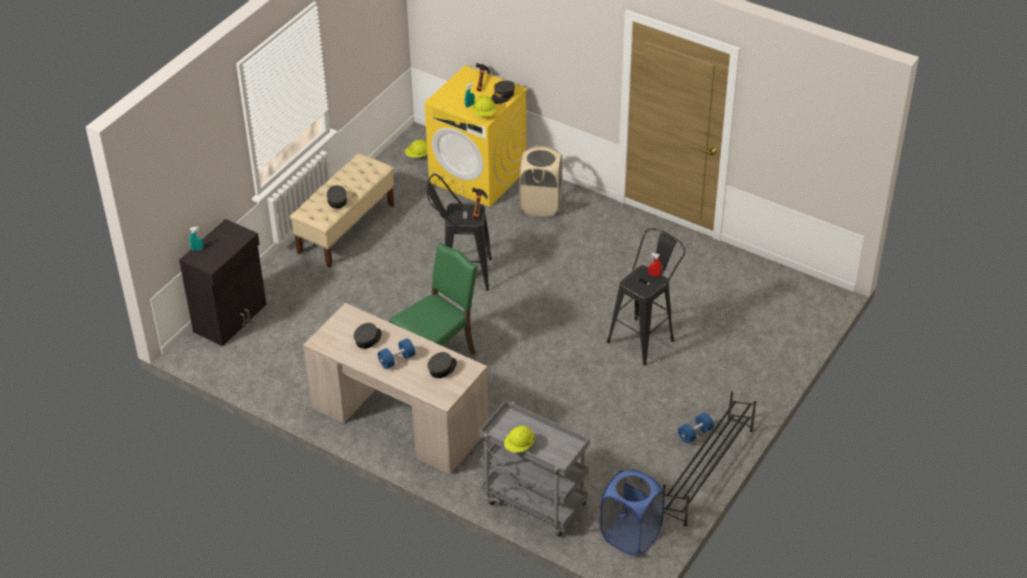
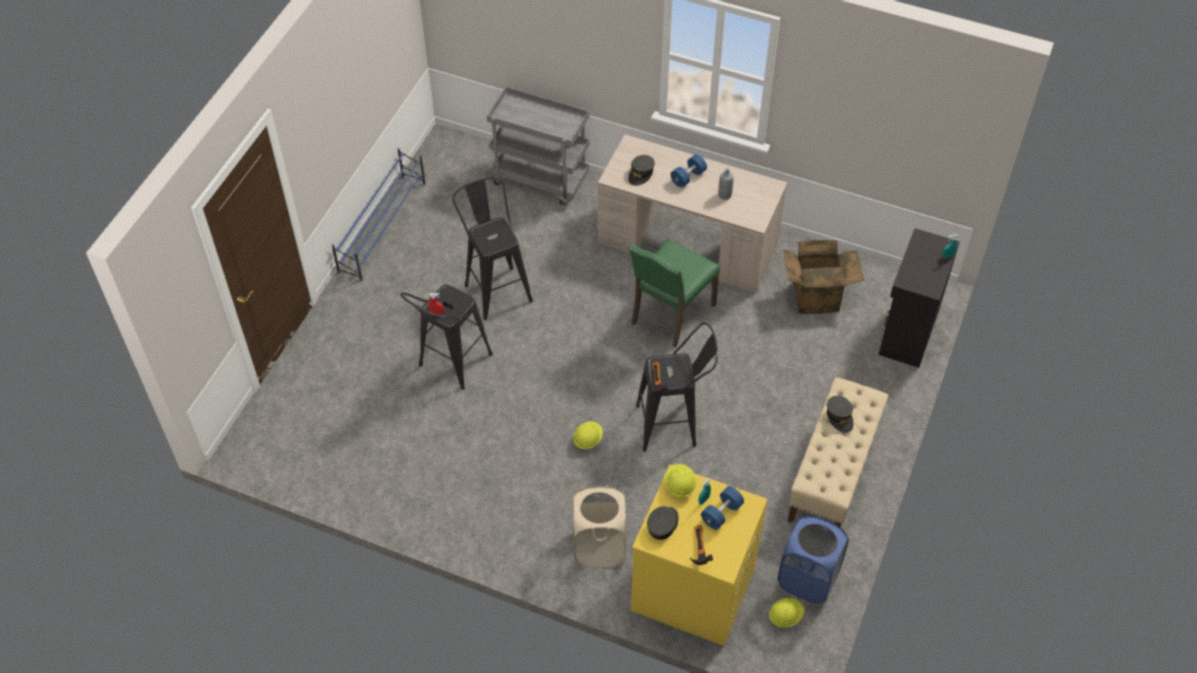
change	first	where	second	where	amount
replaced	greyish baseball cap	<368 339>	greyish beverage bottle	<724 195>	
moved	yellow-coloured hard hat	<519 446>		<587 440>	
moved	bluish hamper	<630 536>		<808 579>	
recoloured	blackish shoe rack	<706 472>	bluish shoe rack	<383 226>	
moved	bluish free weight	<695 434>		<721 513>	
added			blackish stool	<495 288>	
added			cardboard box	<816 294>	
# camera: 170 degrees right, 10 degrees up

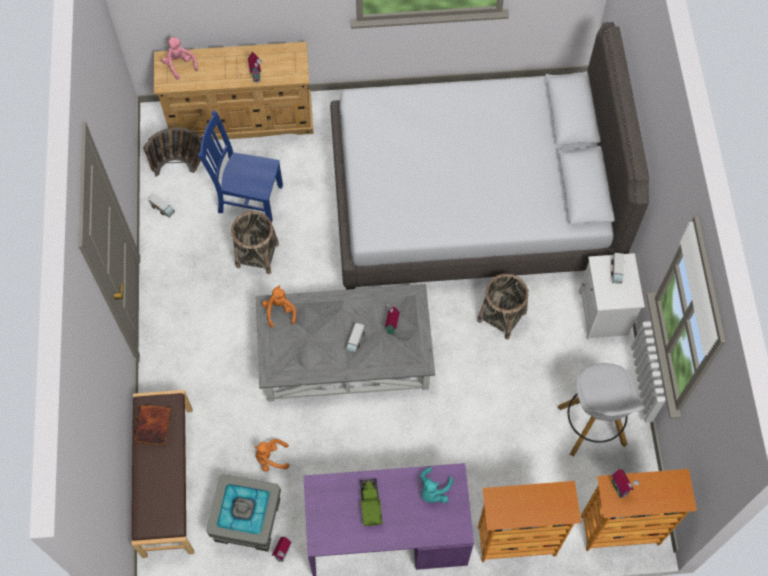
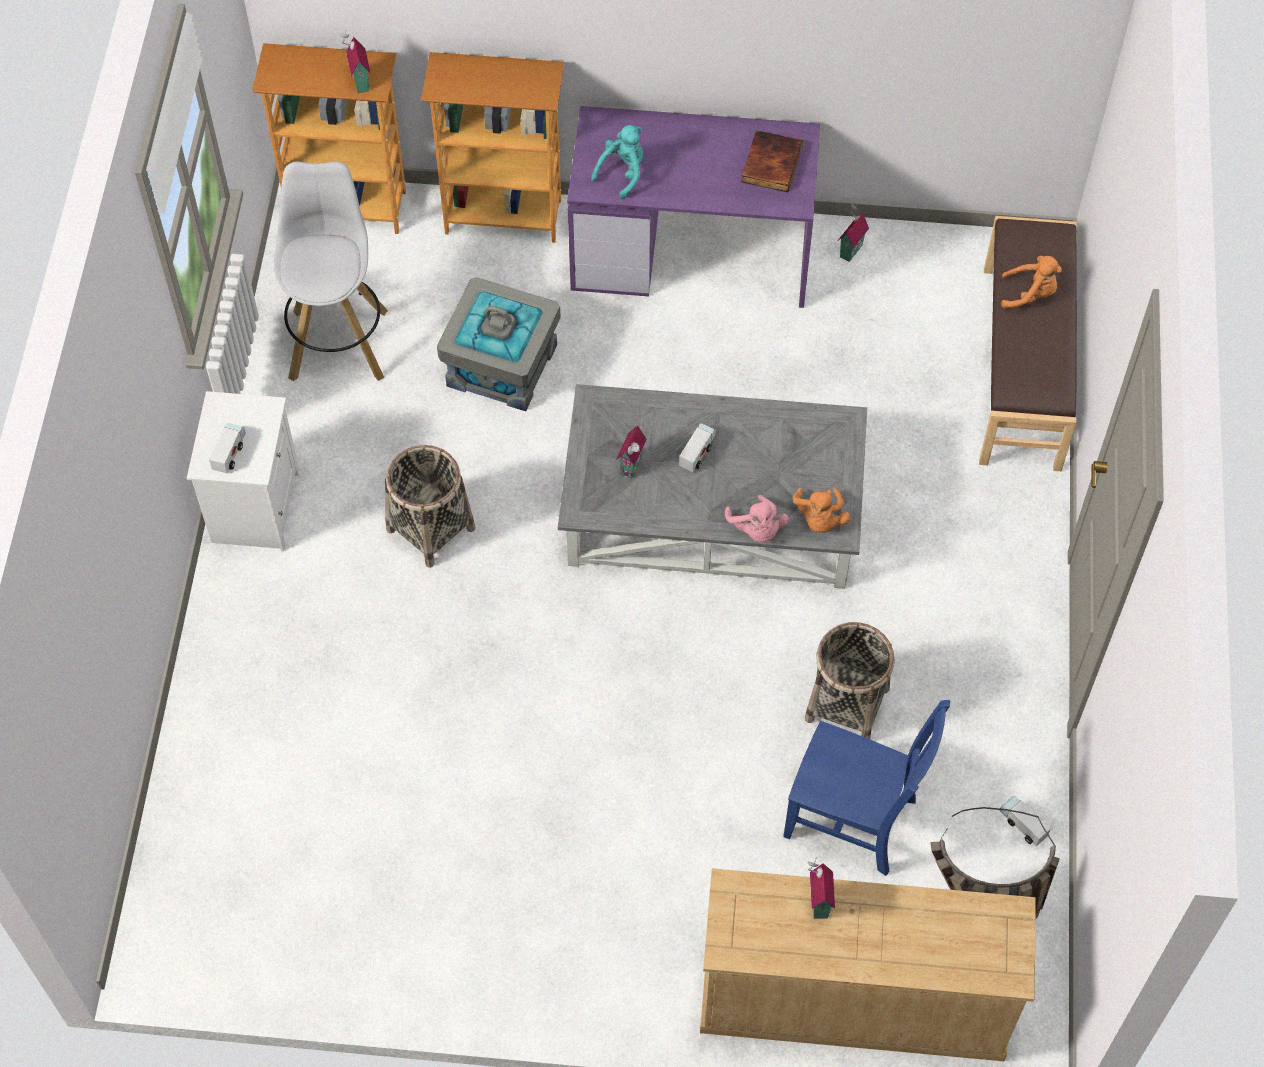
change	first	where	second	where	amount
moved	volume	<154 426>		<770 163>	
moved	pinkish cuddly toy	<179 64>		<757 530>	
moved	greyish storage bin	<247 520>		<502 365>	
moved	orange cuddly toy	<271 458>		<1030 294>	
removed	greyish bed	<472 200>			
removed	model truck	<370 504>			
# camera: 170 degrees left, 5 degrees down

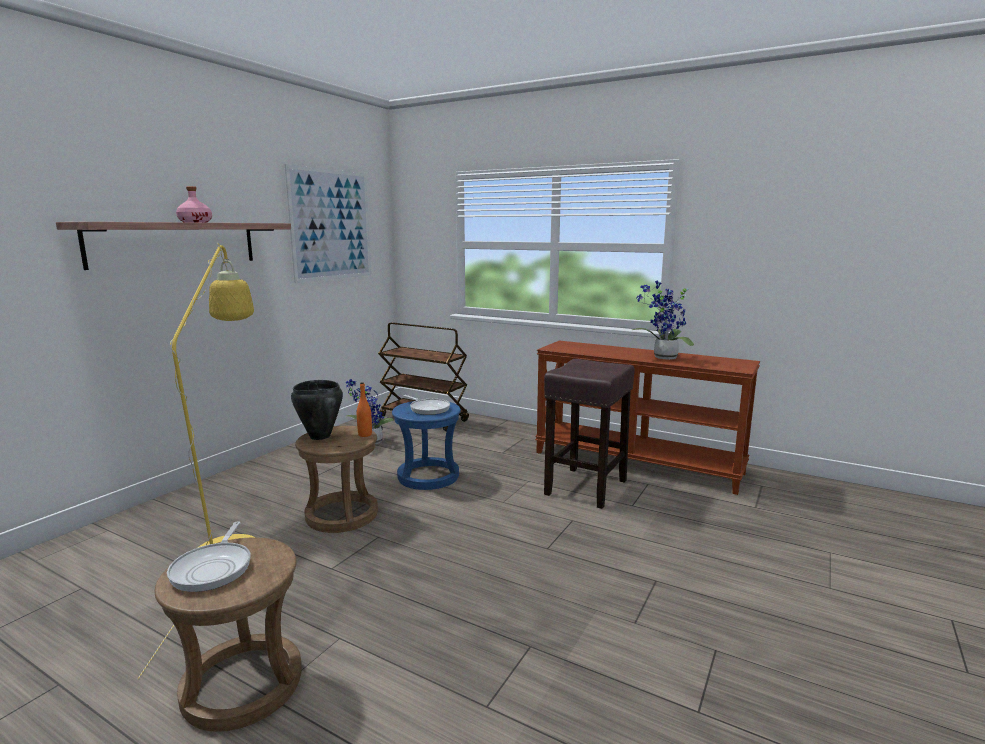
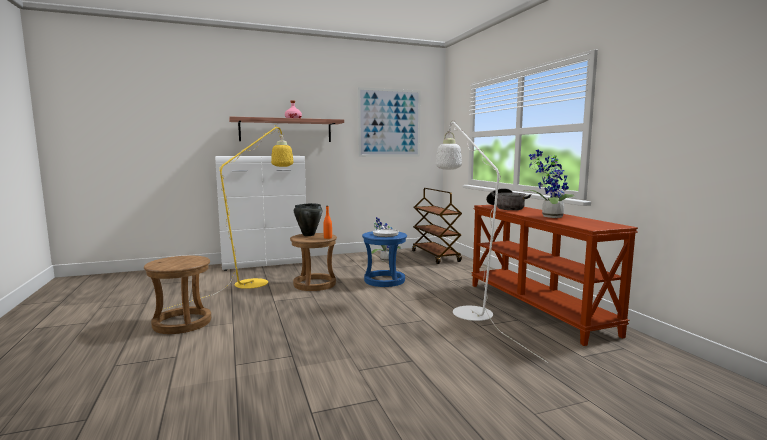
change	first	where	second	where	amount
removed	frying pan	<214 568>			
replaced	brown-coloured stool	<585 488>	whitish standard lamp	<466 309>	
added			whitish cabinet	<265 264>	
added			cooking pot	<506 208>	
# camera: 40 degrees right, 5 degrees down

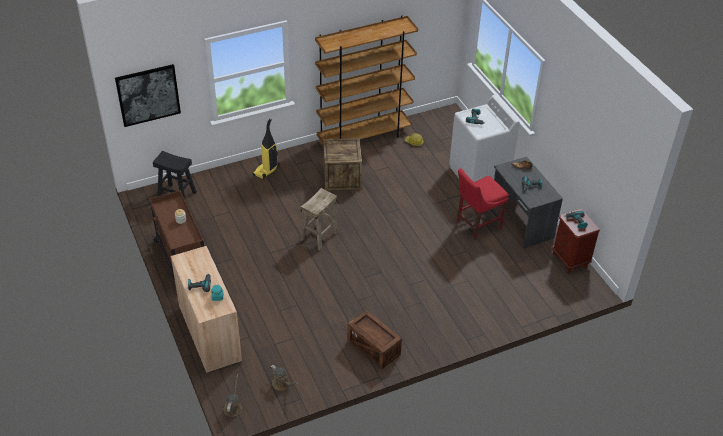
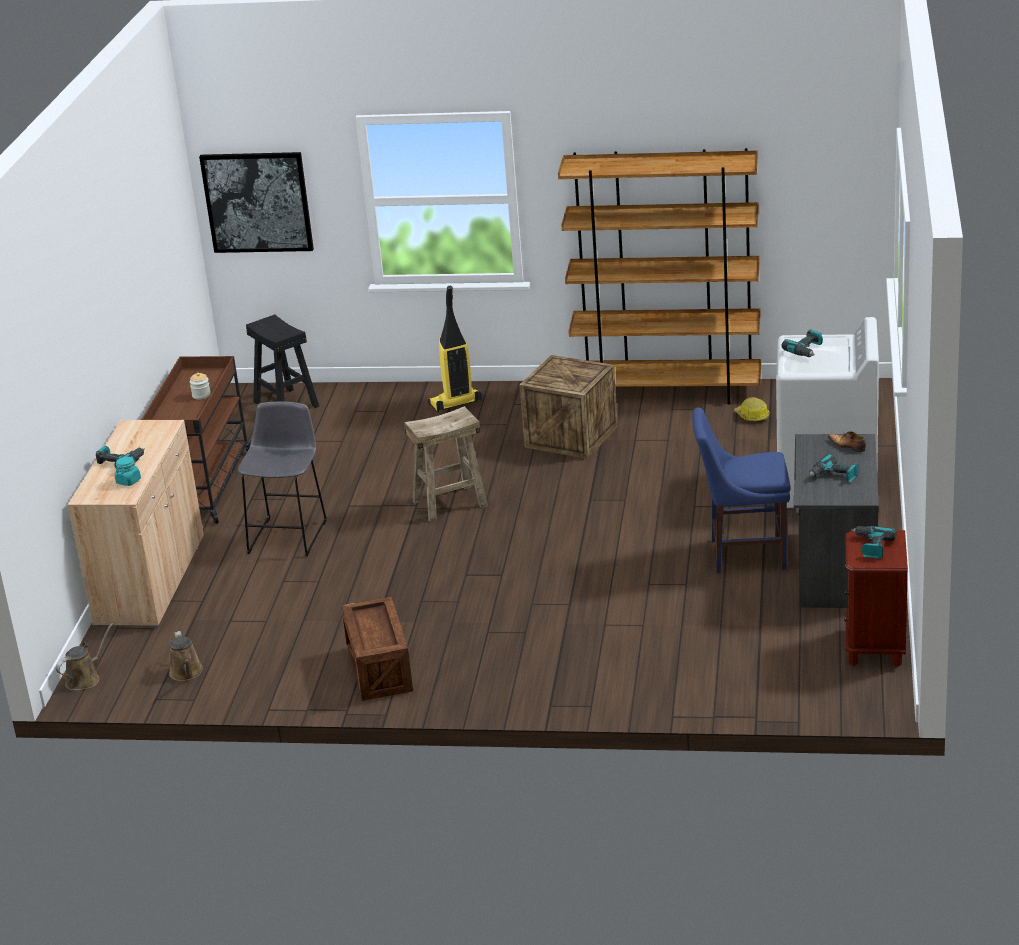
change	first	where	second	where	amount
recoloured	reddish chair	<476 225>	bluish chair	<743 554>	
added			greyish stool	<289 534>	
# camera: 35 degrees right, 15 degrees down

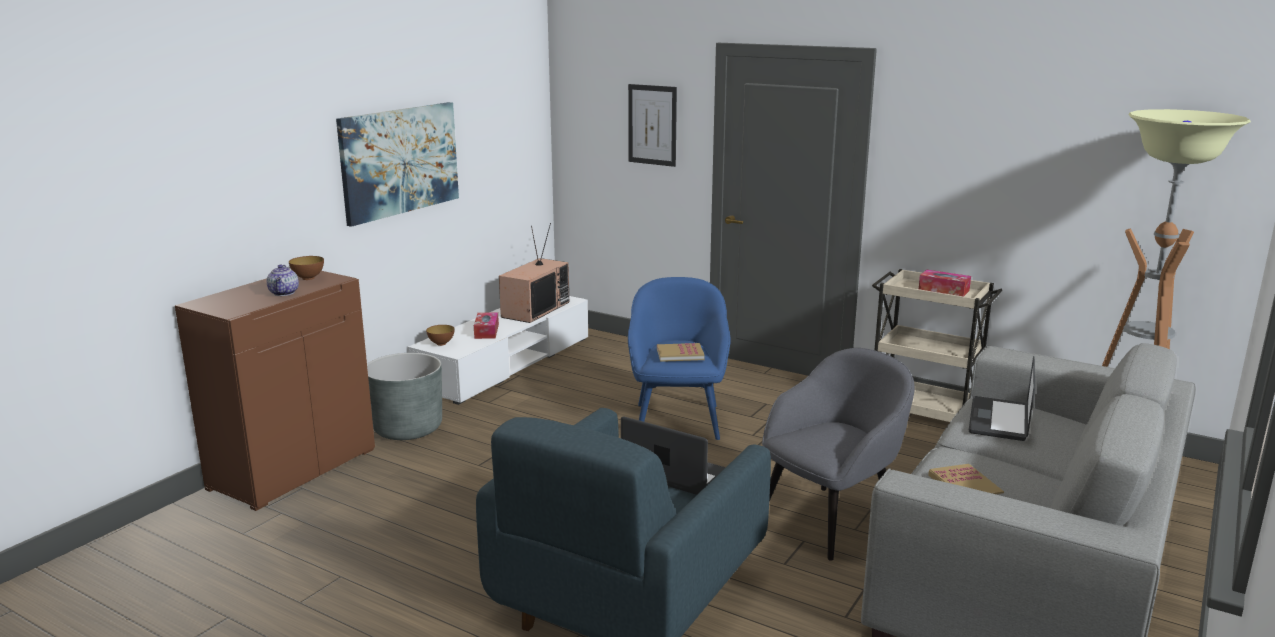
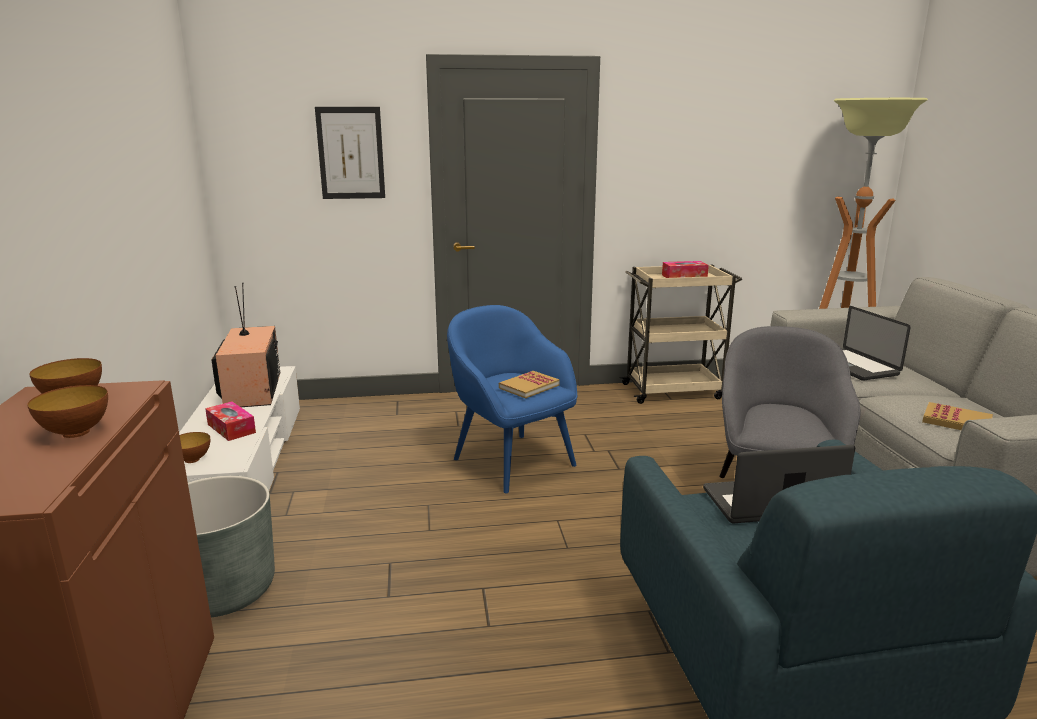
change	first	where	second	where	amount
replaced	tea pot	<284 293>	bowl	<76 432>	
removed	picture	<400 161>			
# camera: 40 degrees left, 0 degrees up

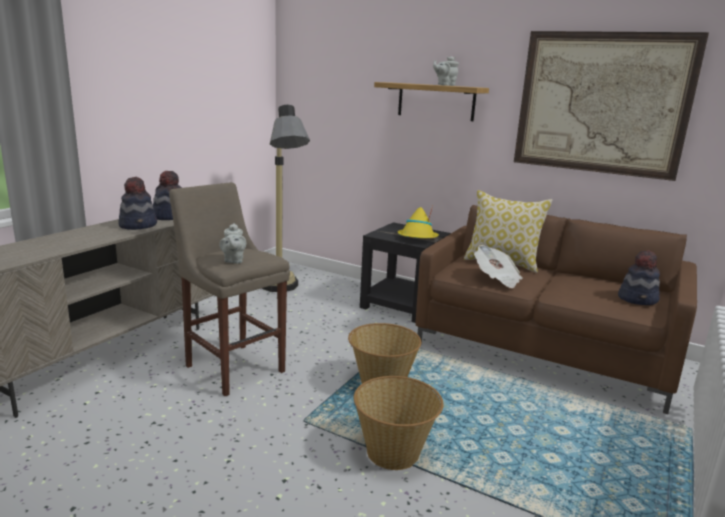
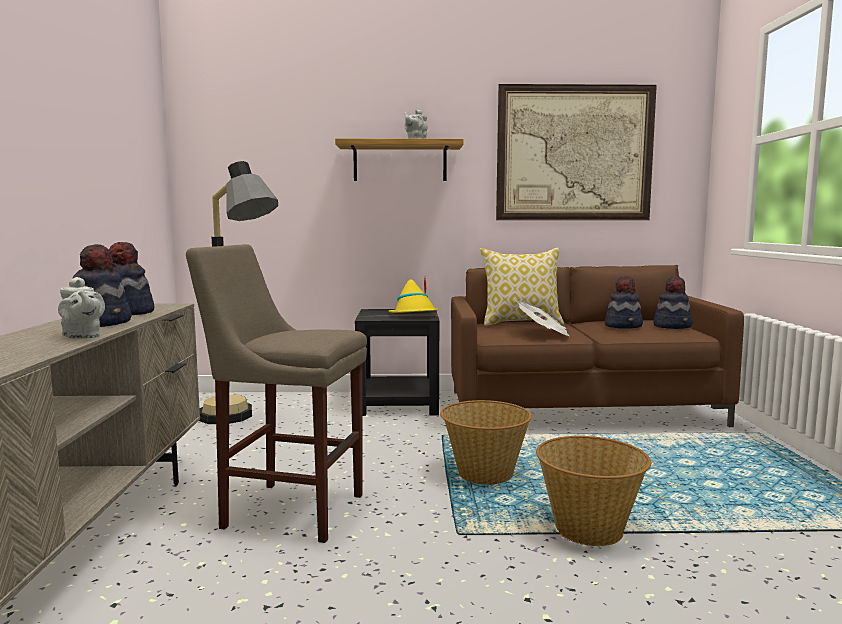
change	first	where	second	where	amount
moved	greyish tea pot	<233 260>		<82 337>	
added			clothing hat	<623 326>	
# camera: 30 degrees left, 10 degrees down

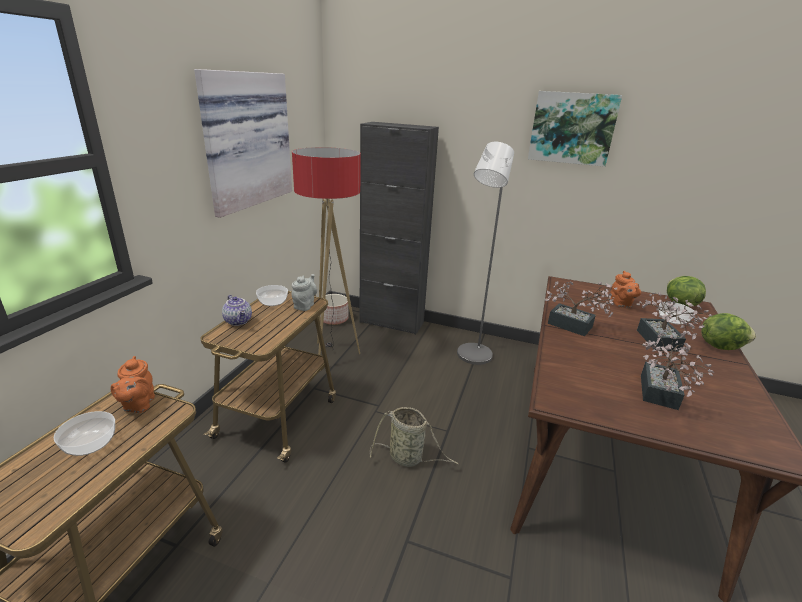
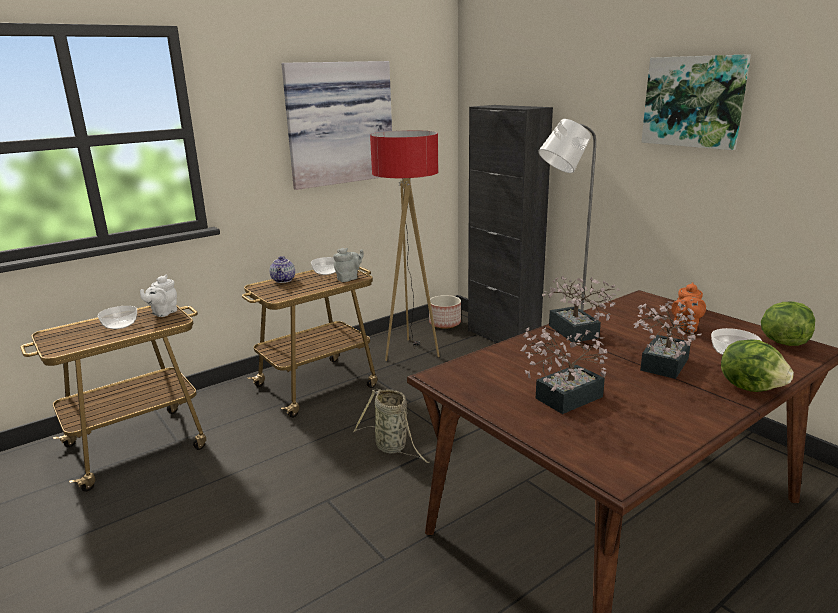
change	first	where	second	where	amount
recoloured	orange tea pot	<138 405>	whitish tea pot	<163 313>	
# camera: 35 degrees right, 5 degrees down

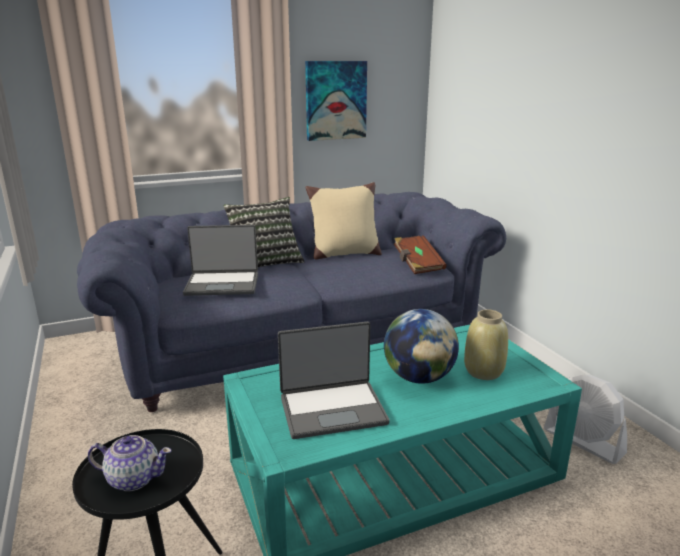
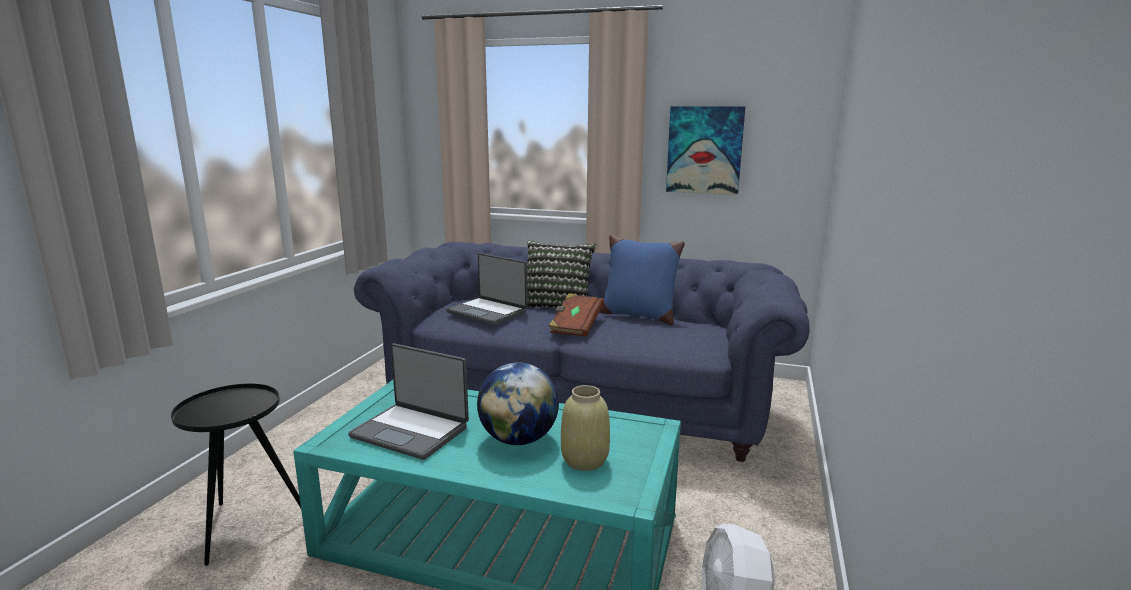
change	first	where	second	where	amount
removed	tea pot	<133 478>			
recoloured	beige-coloured pillow	<344 254>	bluish pillow	<638 315>	
moved	brown-coloured volume	<417 264>		<575 326>	
# camera: 40 degrees right, 5 degrees down

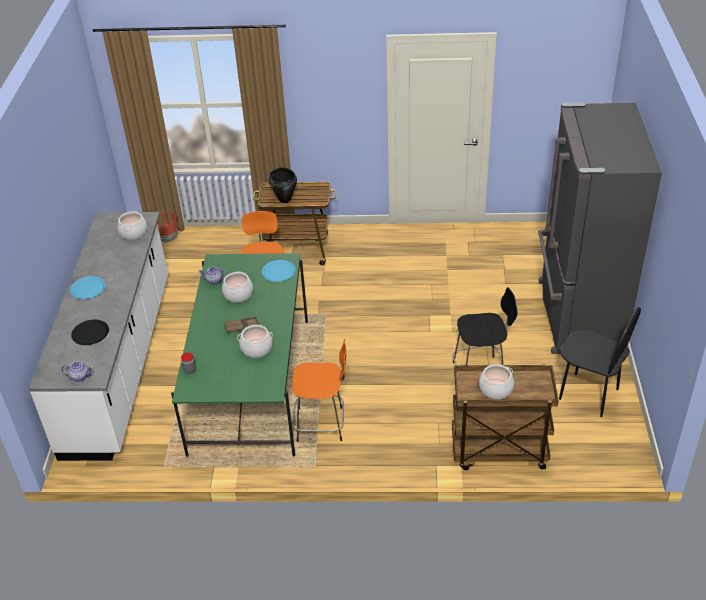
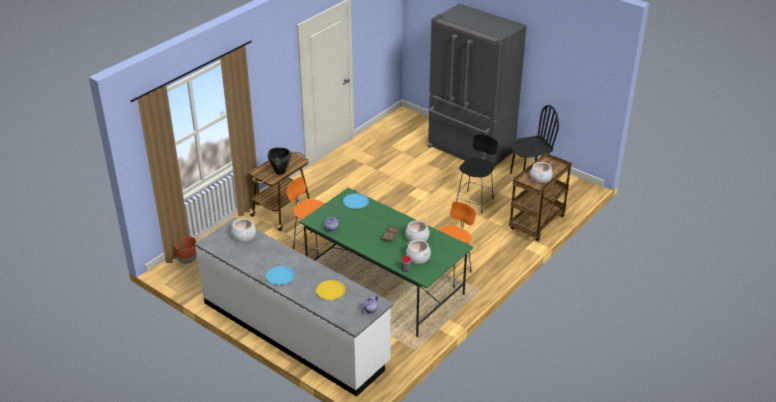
change	first	where	second	where	amount
recoloured	blackish plate	<90 333>	yellow-coloured plate	<330 291>	
moved	cooking pot	<238 294>		<418 257>	
# camera: 55 degrees left, 5 degrees down

